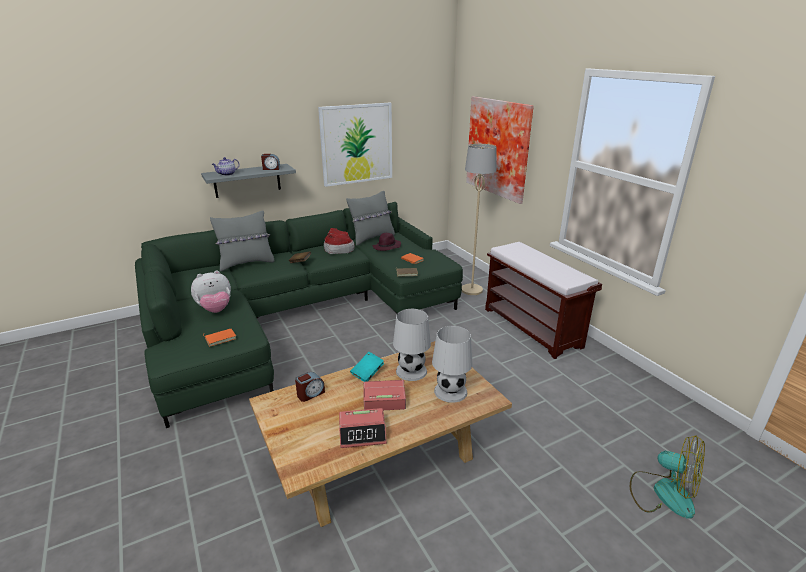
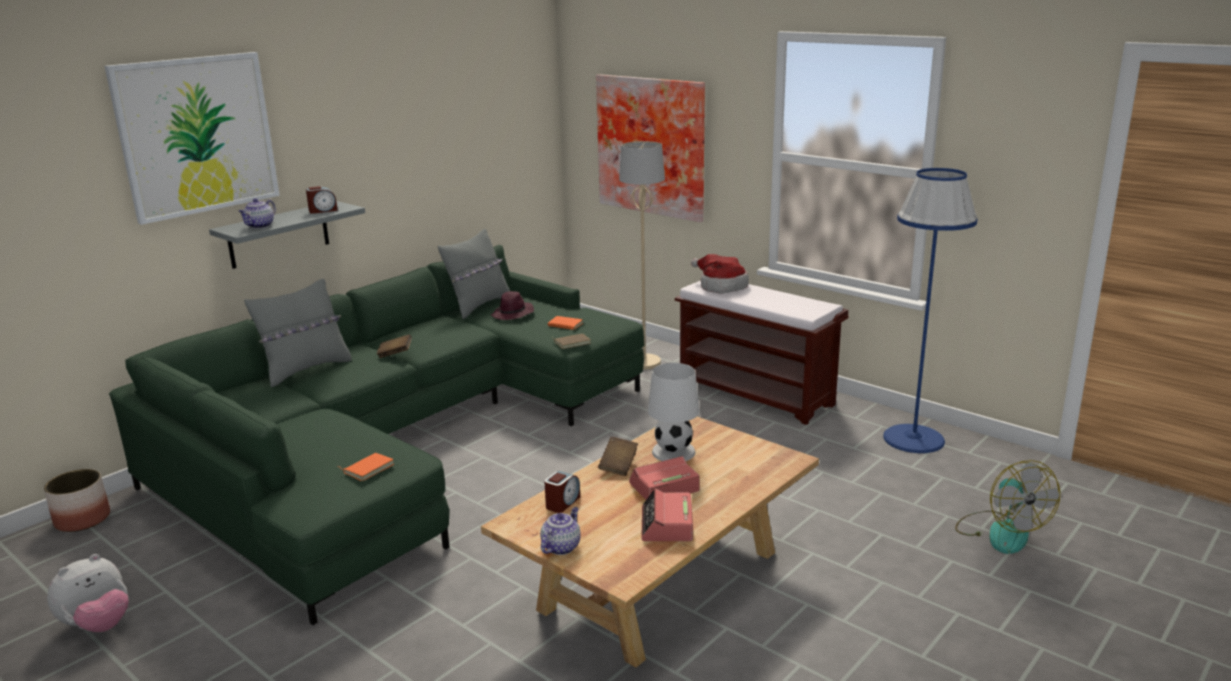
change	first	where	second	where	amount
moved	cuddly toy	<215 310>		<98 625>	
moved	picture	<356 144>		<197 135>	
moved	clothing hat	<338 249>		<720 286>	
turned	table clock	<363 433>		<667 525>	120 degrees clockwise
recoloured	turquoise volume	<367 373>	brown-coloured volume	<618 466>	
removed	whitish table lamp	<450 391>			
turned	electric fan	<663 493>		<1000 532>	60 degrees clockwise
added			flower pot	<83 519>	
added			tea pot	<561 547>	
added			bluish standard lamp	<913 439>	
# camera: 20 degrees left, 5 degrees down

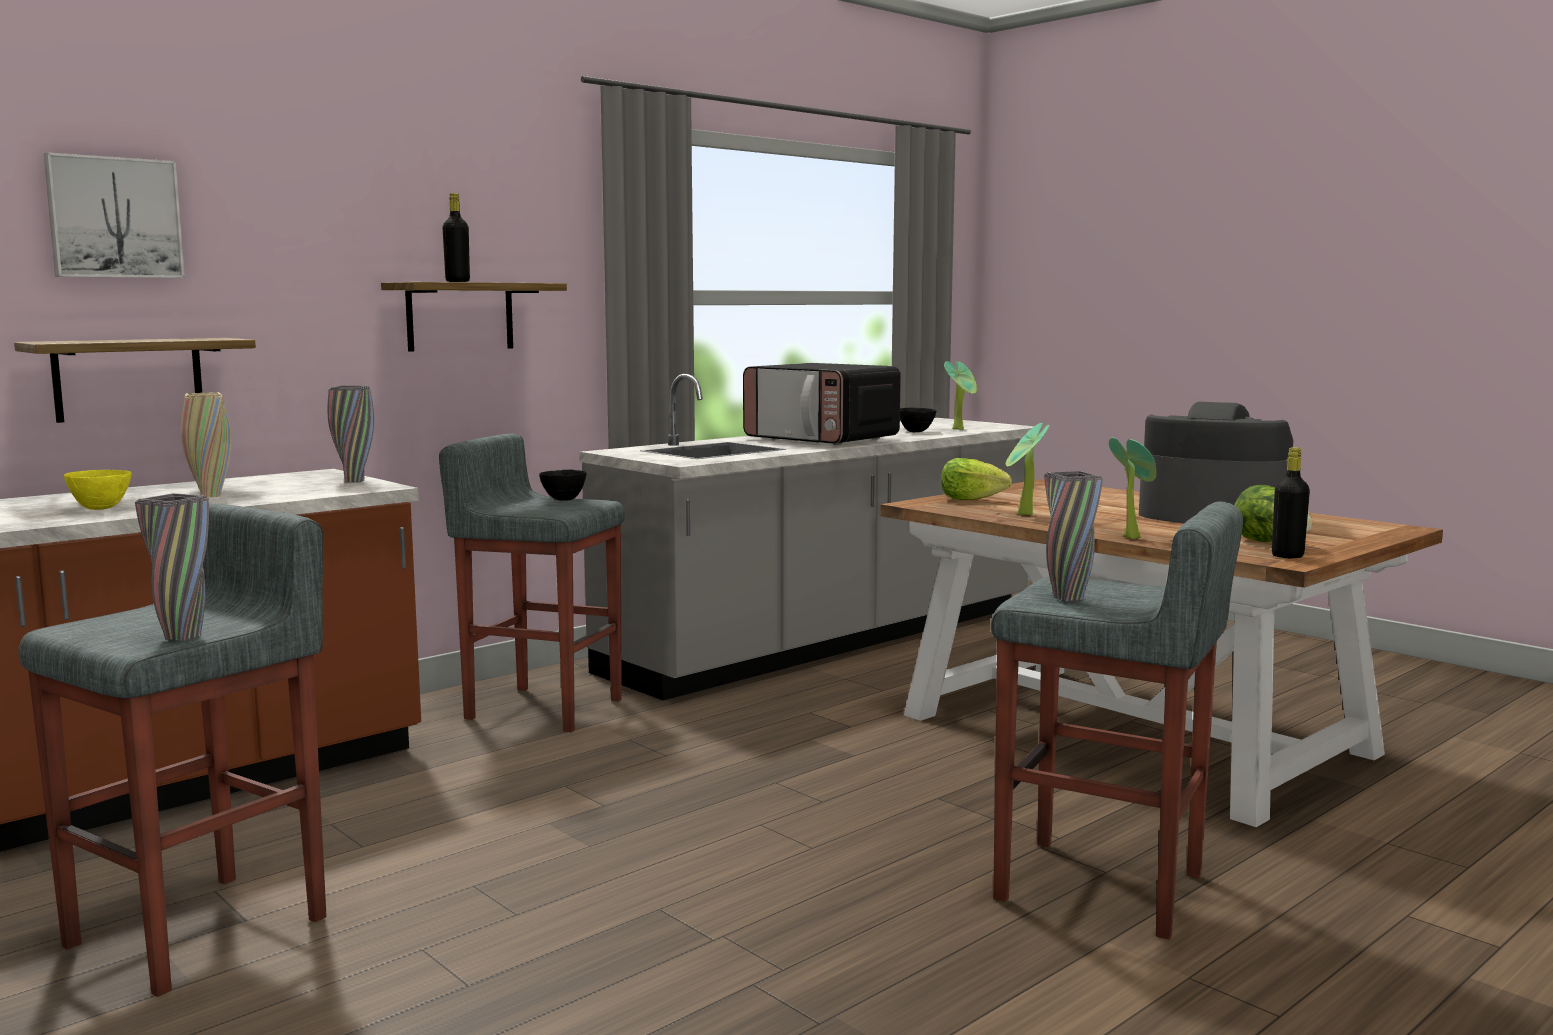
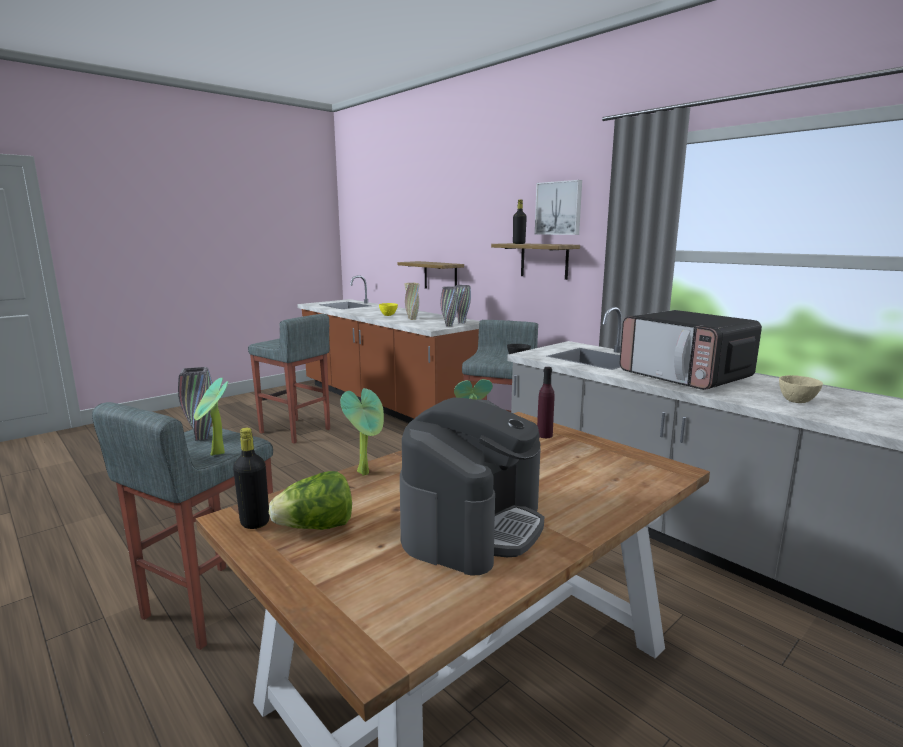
change	first	where	second	where	amount
moved	picture	<114 218>		<559 208>	
moved	greyish flower vase	<183 637>		<462 323>	
turned	microwave	<822 439>		<685 376>	75 degrees counterclockwise
recoloured	blackish bowl	<916 431>	beige-coloured bowl	<797 402>	
replaced	lettuce head	<971 500>	purplish beverage bottle	<544 435>	
moved	plant in a pot	<960 429>		<216 455>	
# camera: 90 degrees right, 5 degrees up

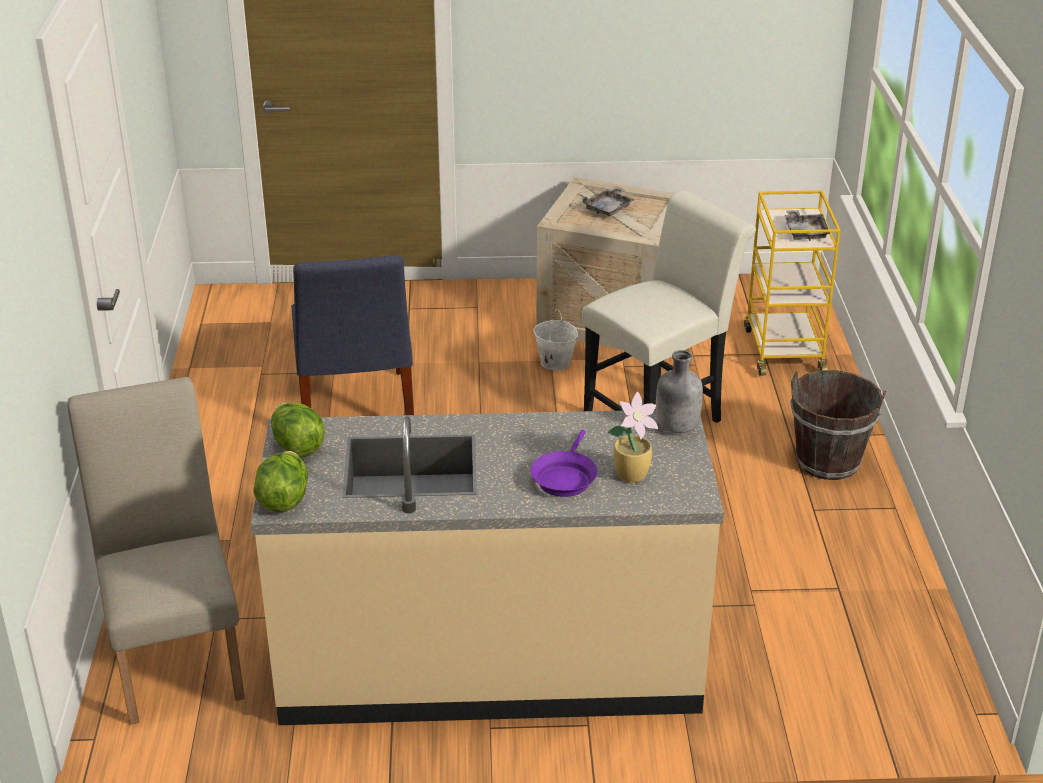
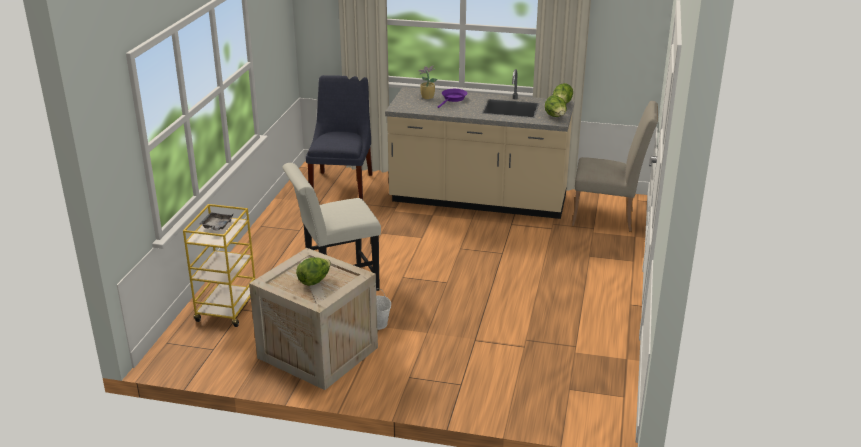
change	first	where	second	where	amount
turned	beige-coloured chair	<177 655>		<608 219>	75 degrees counterclockwise
moved	bluish chair	<355 411>		<343 184>	
replaced	greyish tray	<609 208>	lettuce head	<314 281>	
removed	greyish beverage bottle	<676 427>			
removed	brown-coloured water bucket	<827 462>			
# camera: 165 degrees left, 5 degrees down

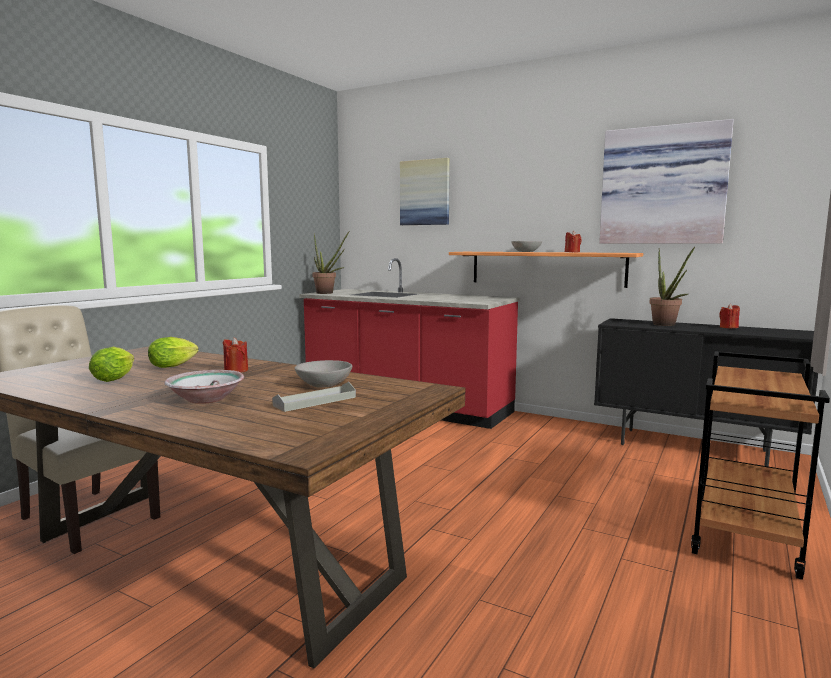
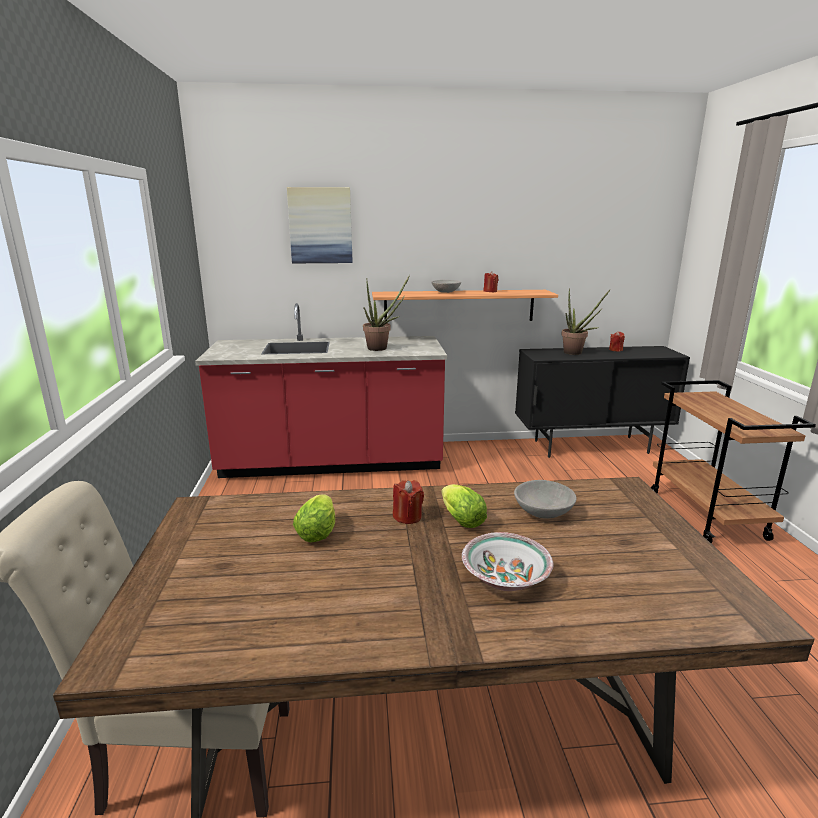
change	first	where	second	where	amount
moved	lettuce head	<116 378>		<460 519>	
removed	greyish tray	<315 401>			
moved	plant in a pot	<328 293>		<381 348>	
removed	picture	<663 186>			
# camera: 35 degrees left, 10 degrees up

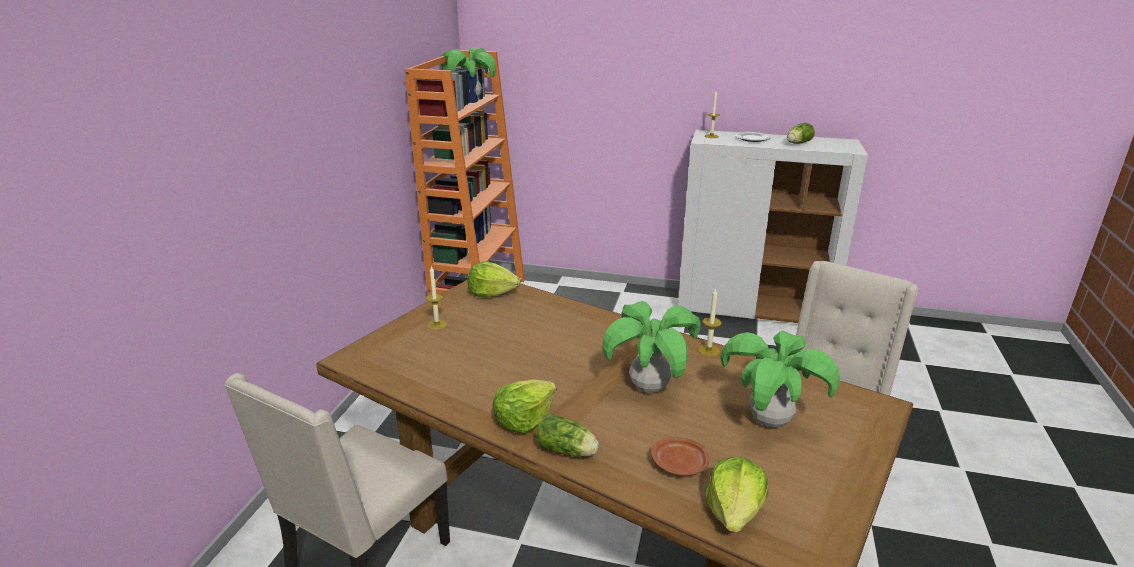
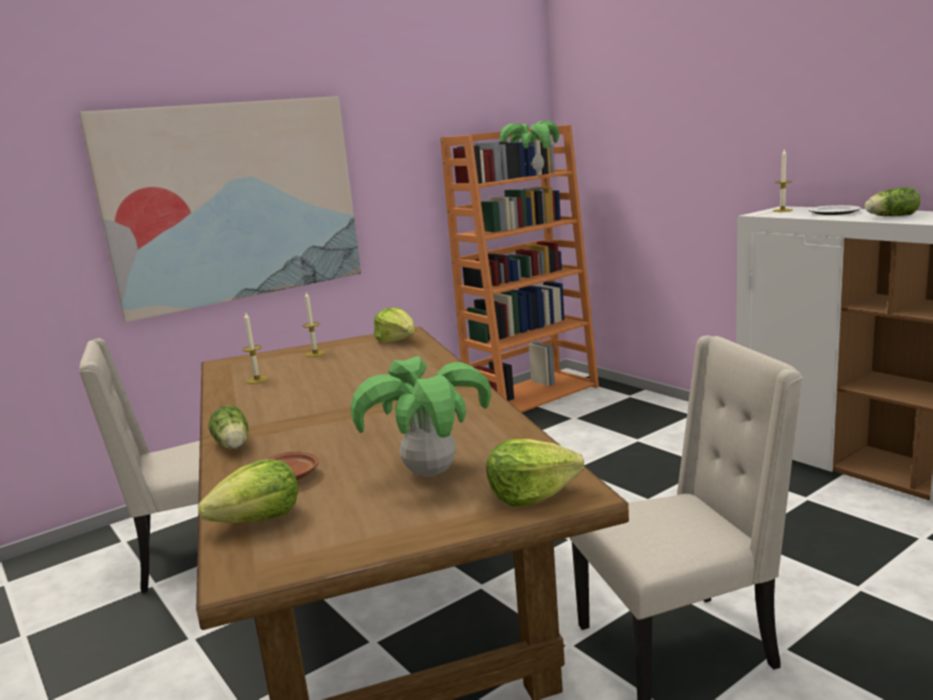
change	first	where	second	where	amount
moved	lettuce head	<524 419>		<531 494>	
removed	plant in a pot	<649 388>			
moved	wax candle	<708 350>		<257 380>	
added			picture	<235 202>	
# camera: 40 degrees right, 10 degrees down

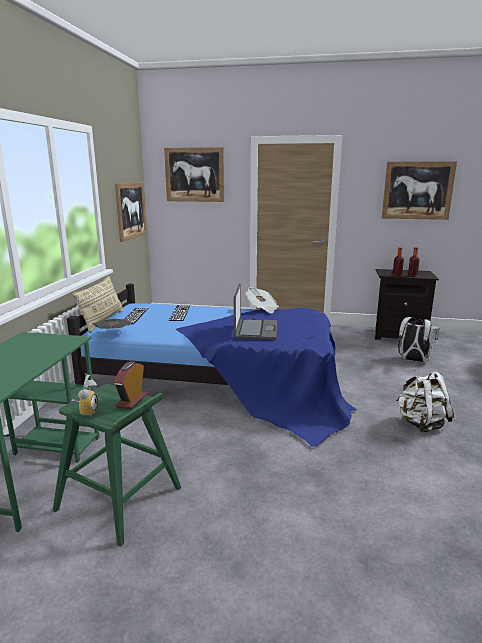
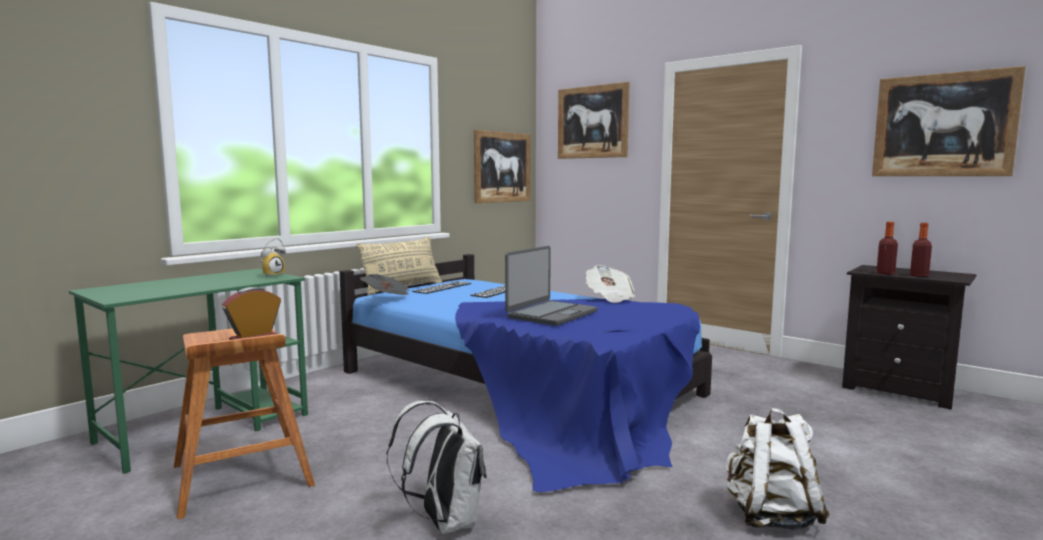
change	first	where	second	where	amount
recoloured	greenish stool	<120 499>	brown-coloured stool	<241 476>	
moved	table clock	<86 412>		<272 275>	
moved	whitish knapsack	<413 360>		<444 521>	
# camera: 30 degrees right, 10 degrees down

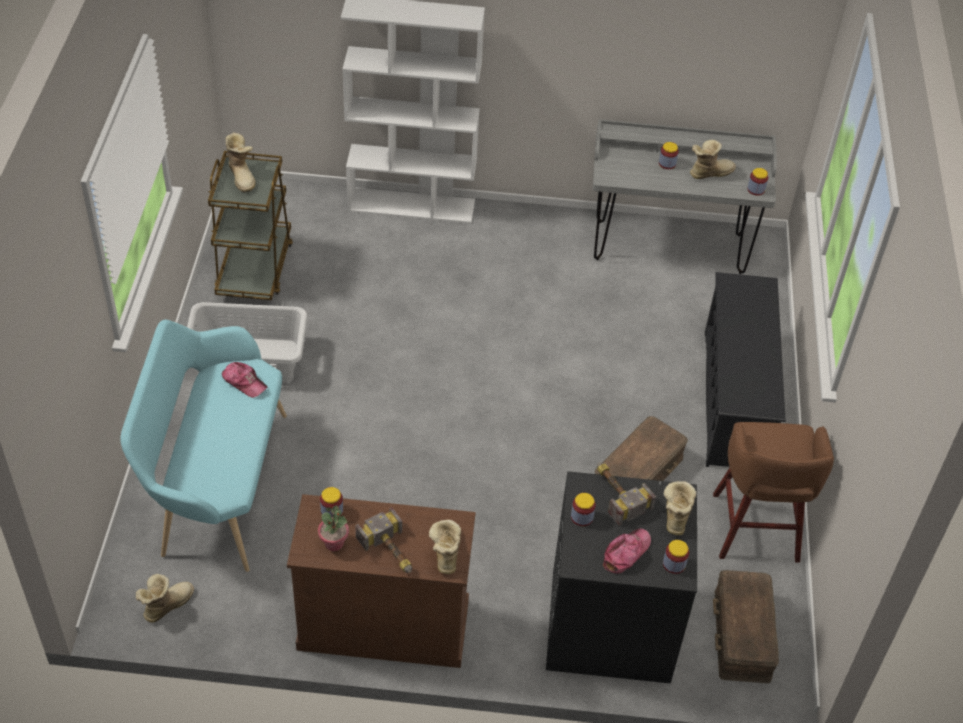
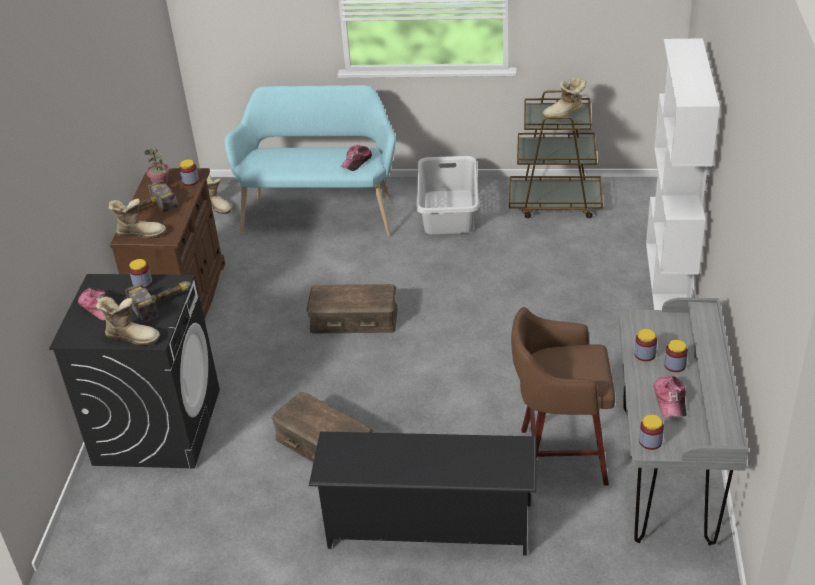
change	first	where	second	where	amount
moved	storage jar	<674 564>		<644 354>	
replaced	high-top boot	<709 172>	baseball cap	<670 400>	
moved	brown-coloured stool	<755 530>		<559 456>	
moved	brown-coloured storage bin	<743 635>		<353 320>	
# camera: 95 degrees right, 10 degrees down

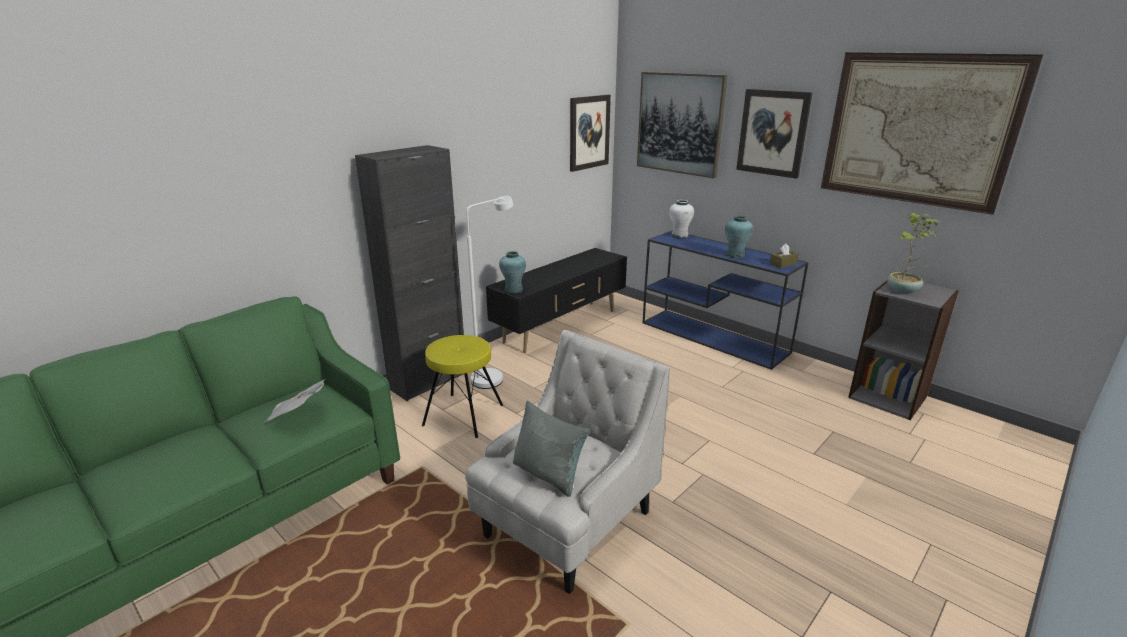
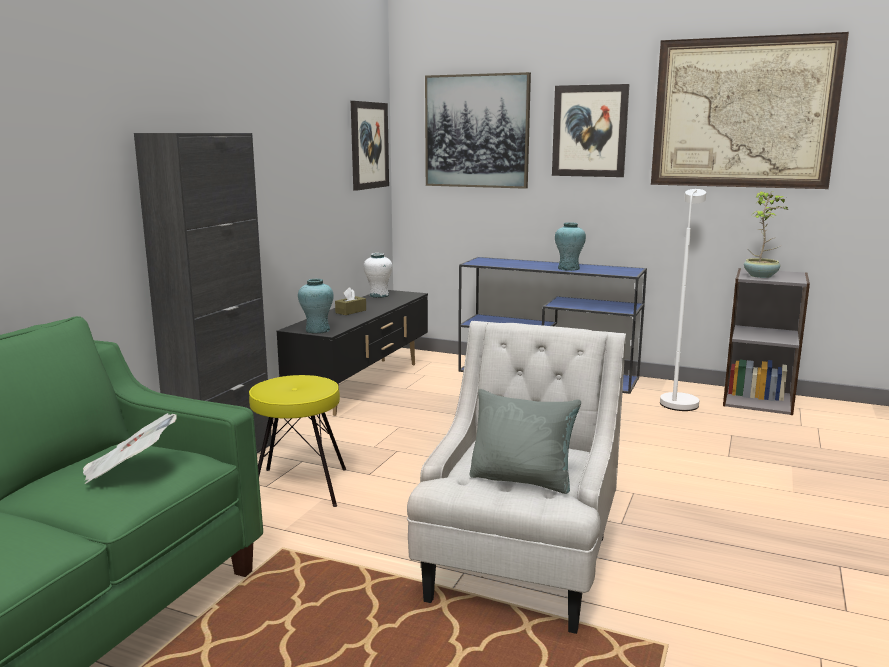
change	first	where	second	where	amount
moved	whitish standard lamp	<493 376>		<678 400>	
moved	whitish flower vase	<679 236>		<379 295>	
moved	brown-coloured box of tissues	<783 264>		<351 311>	
# camera: 20 degrees left, 10 degrees down

